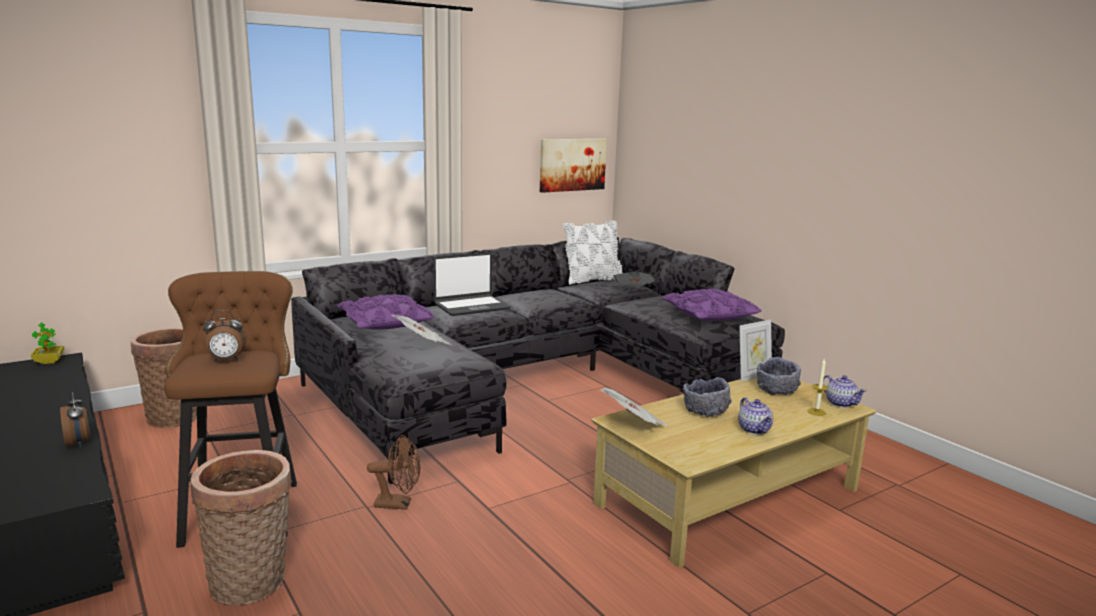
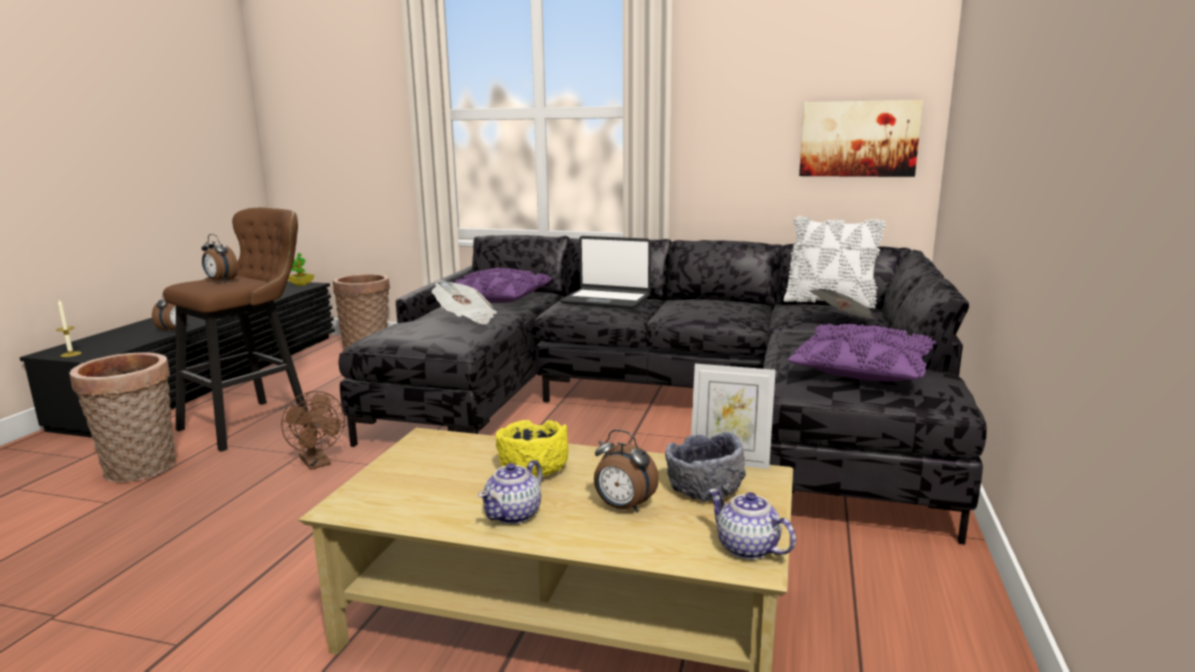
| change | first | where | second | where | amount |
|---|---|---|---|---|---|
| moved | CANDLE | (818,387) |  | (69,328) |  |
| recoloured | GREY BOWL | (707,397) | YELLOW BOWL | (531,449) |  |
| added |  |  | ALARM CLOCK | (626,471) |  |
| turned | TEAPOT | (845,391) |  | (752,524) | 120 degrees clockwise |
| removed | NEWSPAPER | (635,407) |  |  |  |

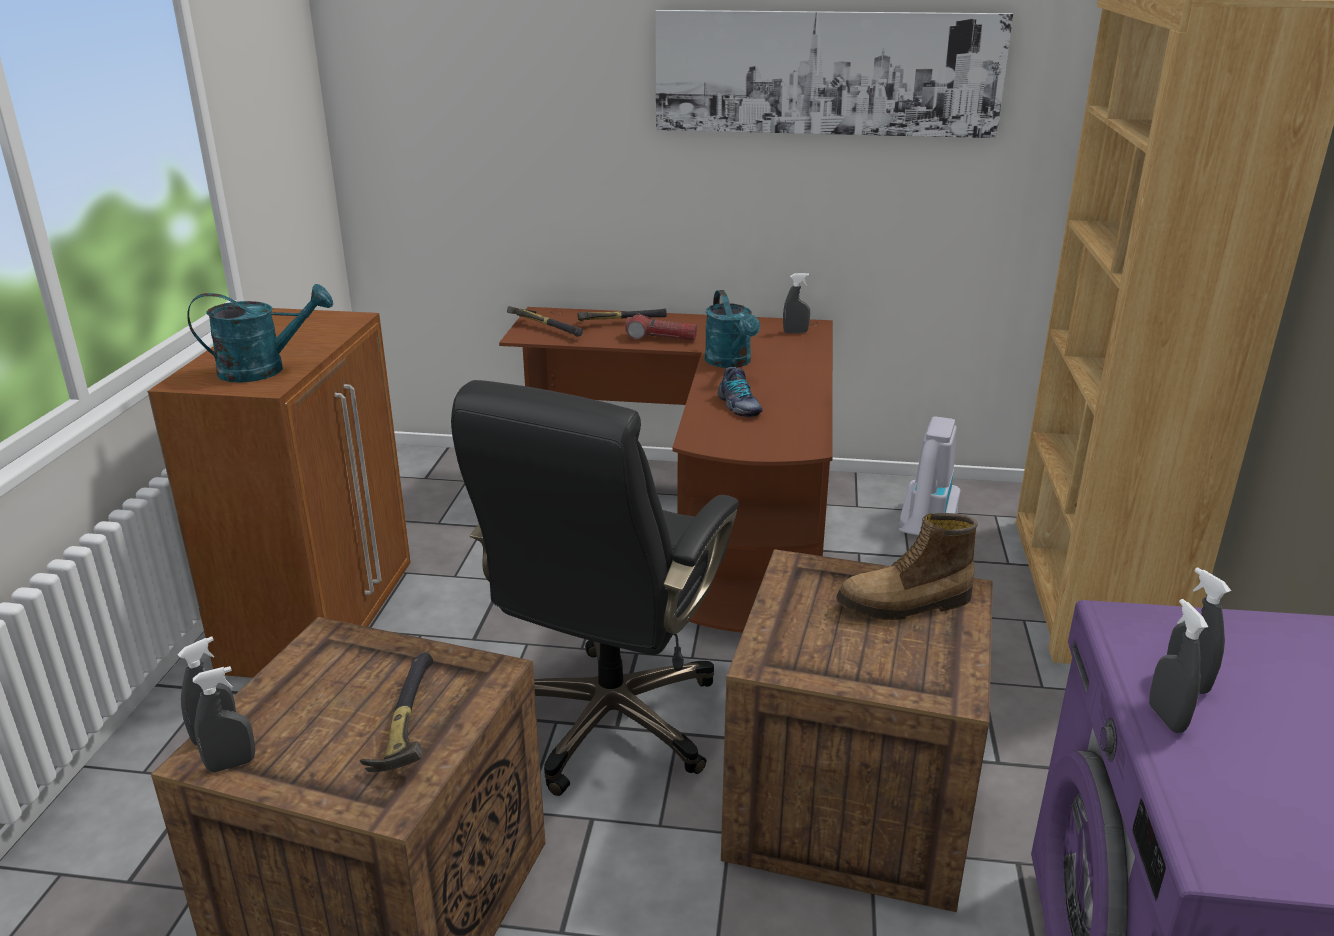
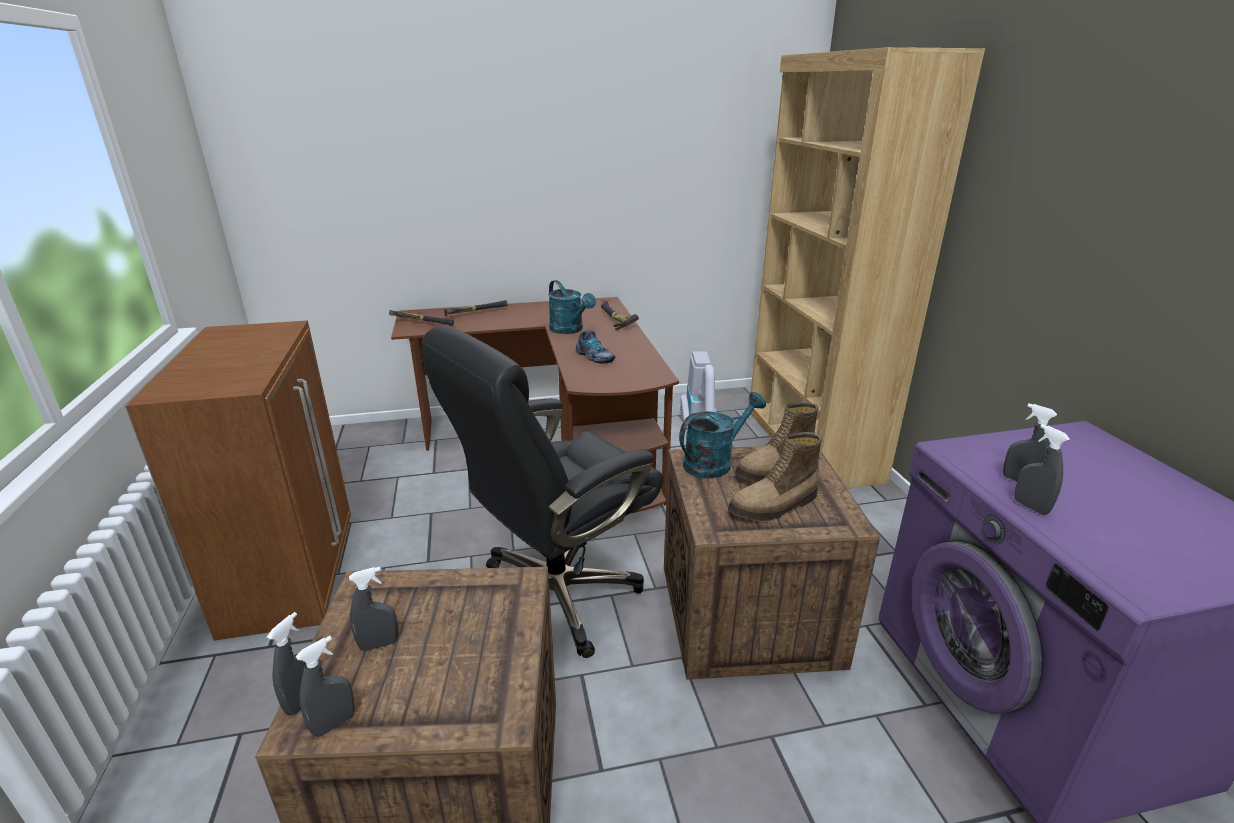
| change | first | where | second | where | amount |
|---|---|---|---|---|---|
| moved | GREY SPRAY BOTTLE | (796,303) |  | (373,609) |  |
| turned | BLACK OFFICE CHAIR | (595,588) |  | (542,491) | 45 degrees clockwise |
| moved | HAMMER | (396,712) |  | (620,315) |  |
| moved | TURQUOISE WATERING CAN | (260,333) |  | (722,435) |  |
| added |  |  | BOOT | (775,476) |  |
| removed | FLASHLIGHT | (661,327) |  |  |  |
| removed | PICTURE | (834,74) |  |  |  |

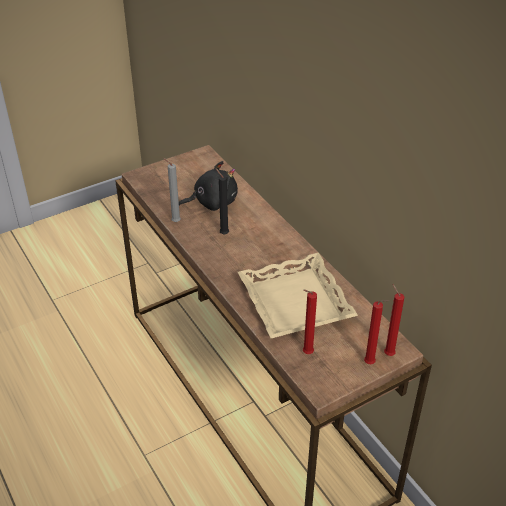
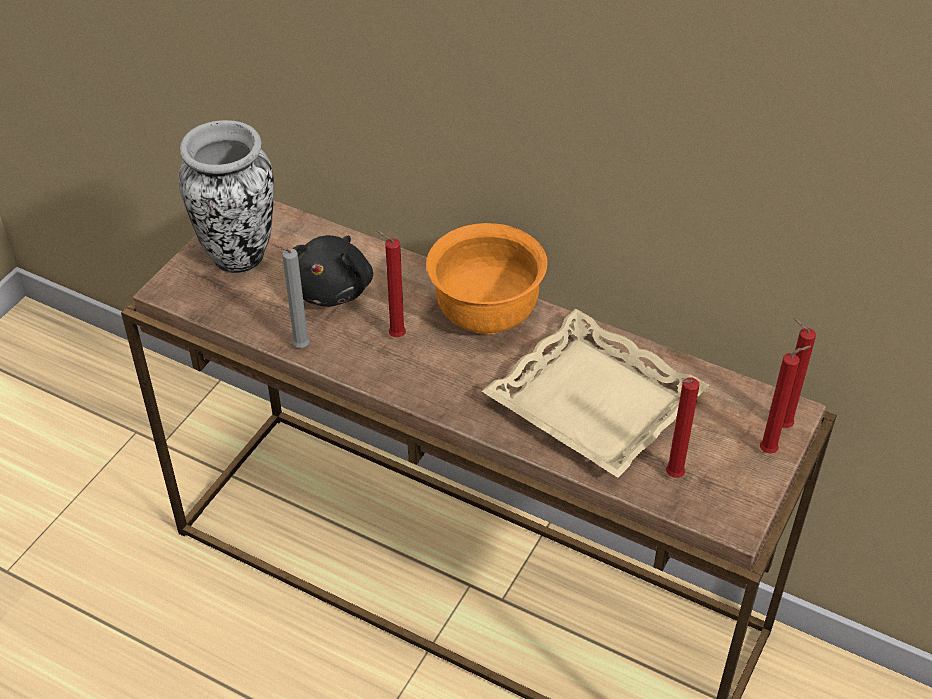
| change | first | where | second | where | amount |
|---|---|---|---|---|---|
| added |  |  | VASE | (226,196) |  |
| turned | BLACK PLUSH TOY | (208,186) |  | (333,270) | 150 degrees clockwise |
| recoloured | BLACK CANDLE | (222,201) | RED CANDLE | (391,284) |  |
| added |  |  | ORANGE BOWL | (486,278) |  |

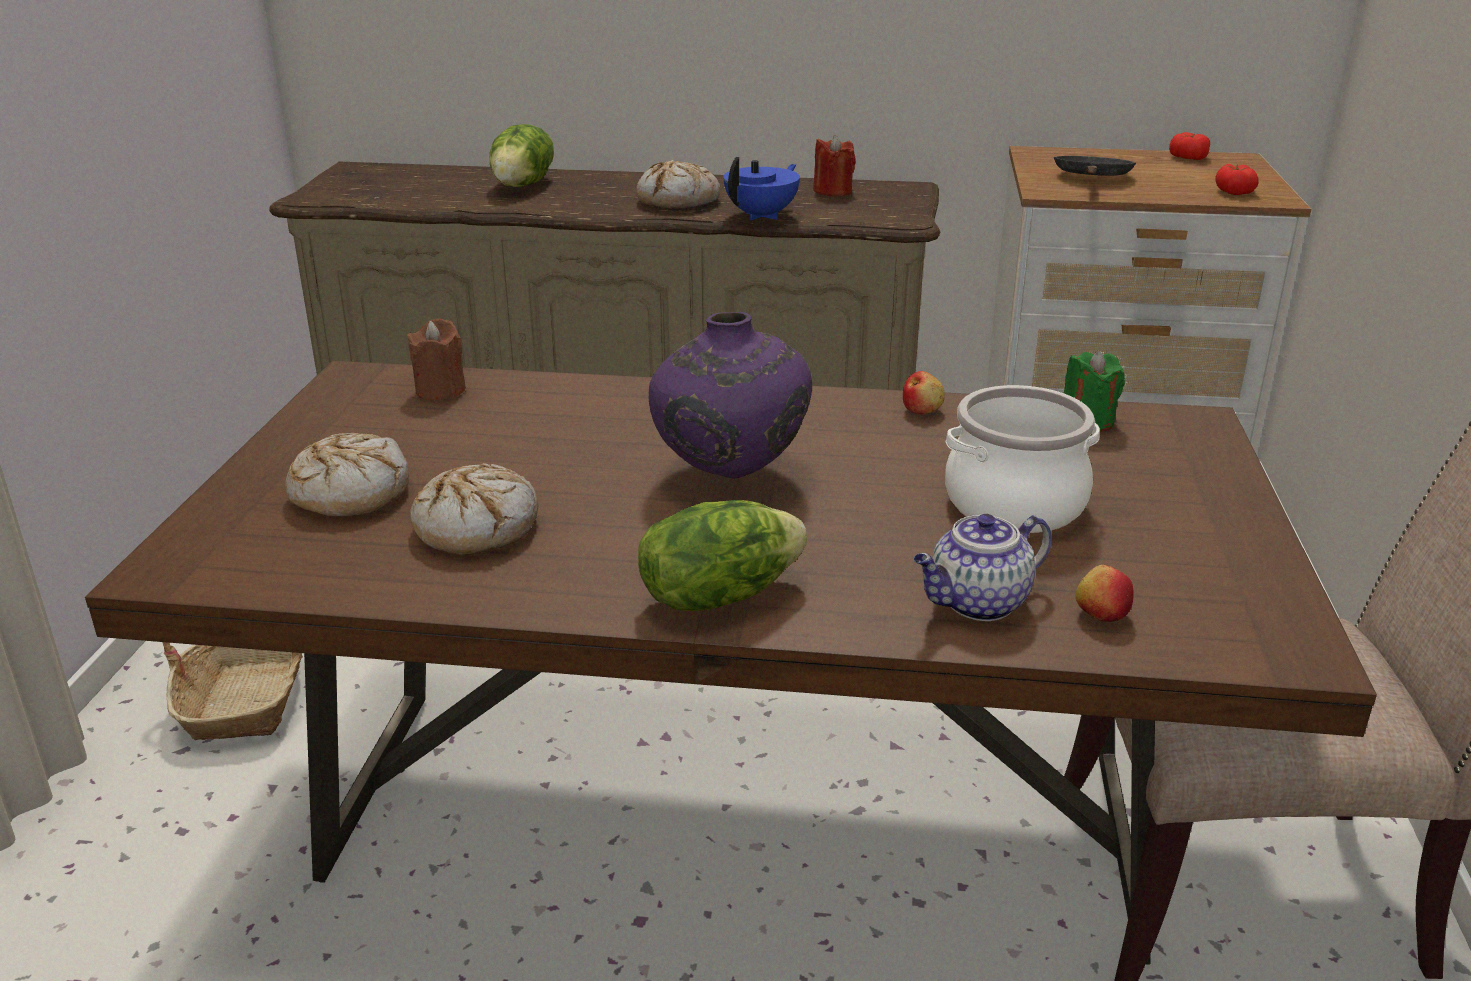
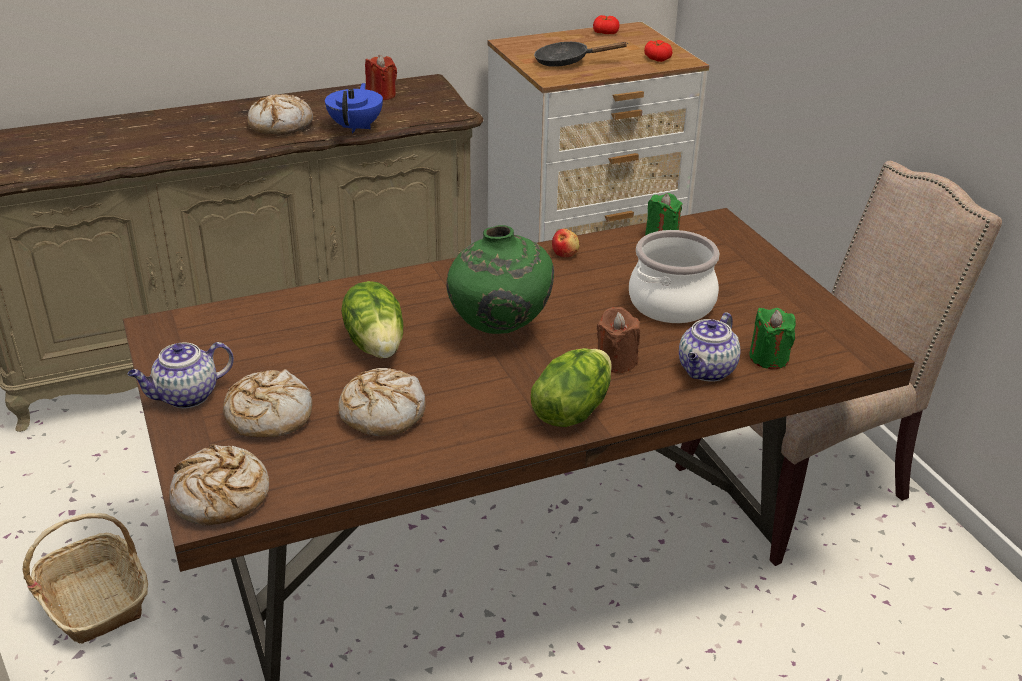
| change | first | where | second | where | amount |
|---|---|---|---|---|---|
| added |  |  | TEAPOT | (181,375) |  |
| added |  |  | BREAD | (219,485) |  |
| moved | LETTUCE | (521,155) |  | (372,319) |  |
| recoloured | PURPLE VASE | (730,395) | GREEN VASE | (500,279) |  |
| turned | BLACK FRYING PAN | (1095,166) |  | (580,54) | 75 degrees counterclockwise |
| moved | BROWN CANDLE | (436,359) |  | (618,340) |  |
| replaced | APPLE | (1105,593) | GREEN CANDLE | (772,338) |  |

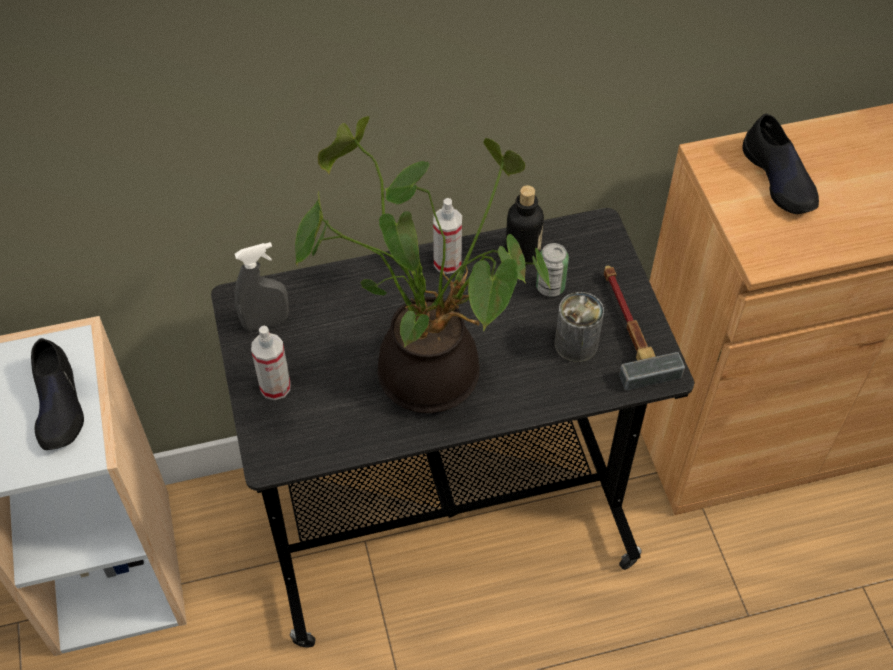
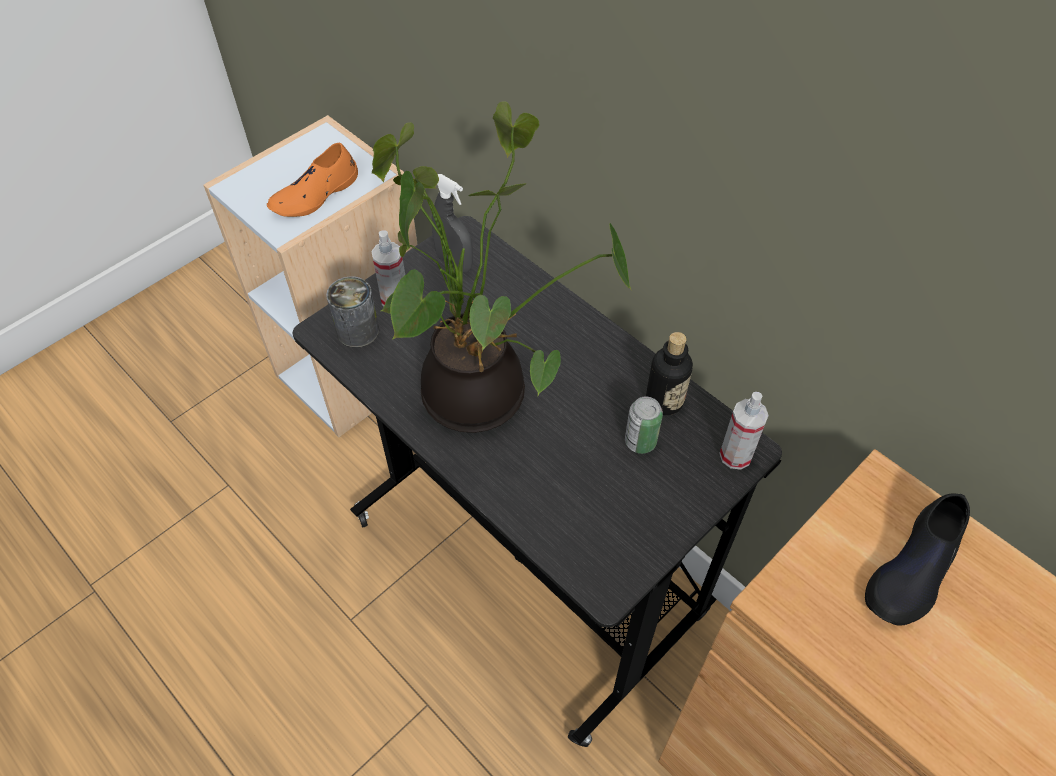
| change | first | where | second | where | amount |
|---|---|---|---|---|---|
| recoloured | BLACK SHOE | (57,394) | ORANGE SHOE | (312,179) |  |
| moved | CAN | (579,327) |  | (352,312) |  |
| moved | SPRAY BOTTLE | (447,236) |  | (744,431) |  |
| removed | HAMMER | (644,328) |  |  |  |

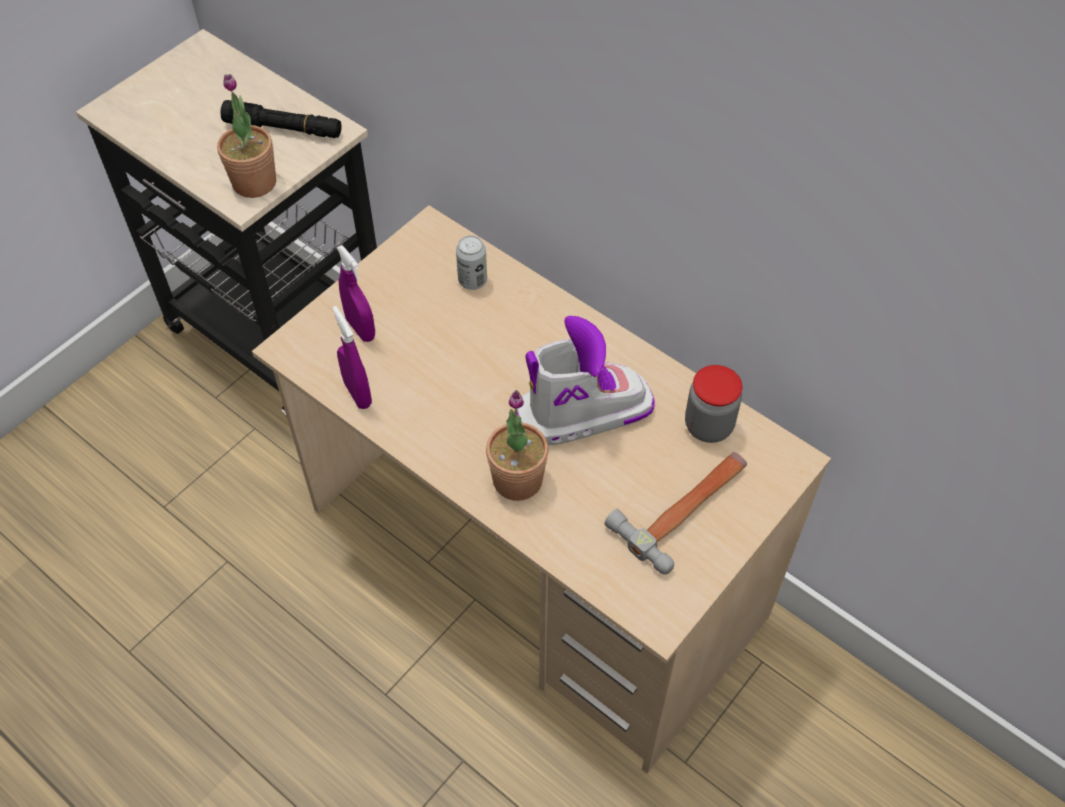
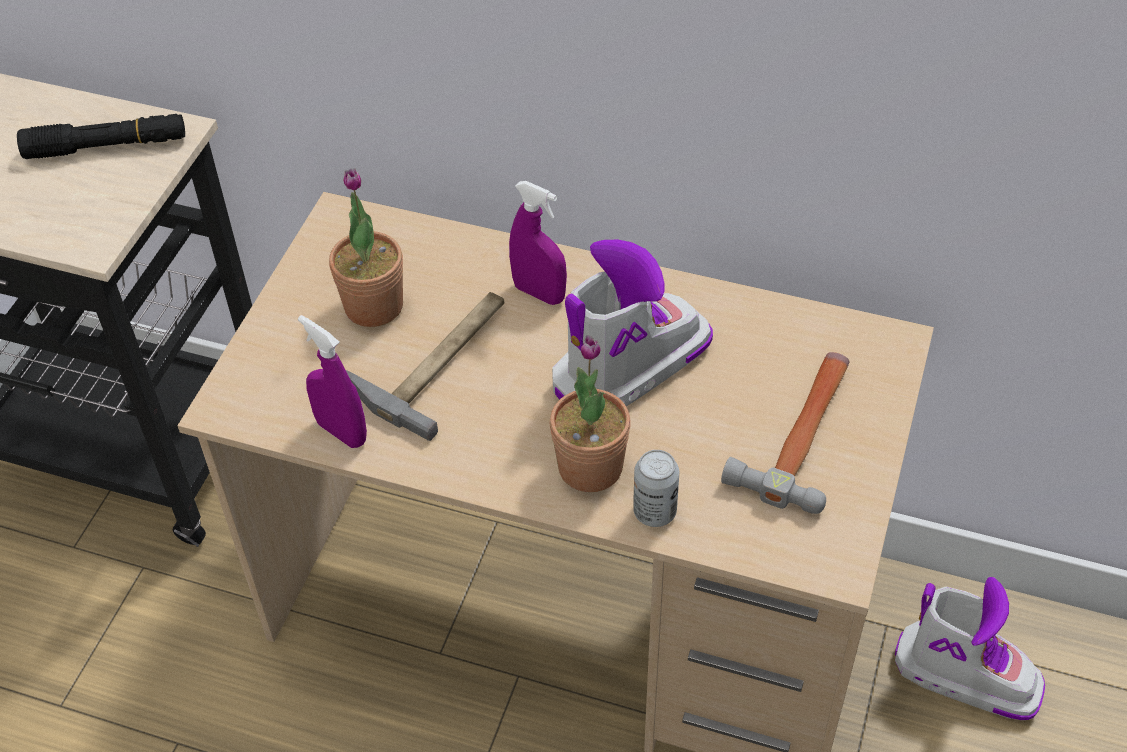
| change | first | where | second | where | amount |
|---|---|---|---|---|---|
| moved | POTTED PLANT | (246,136) |  | (366,247) |  |
| added |  |  | HAMMER | (425,366) |  |
| moved | PURPLE SPRAY BOTTLE | (356,293) |  | (538,243) |  |
| moved | CAN | (471,262) |  | (656,488) |  |
| added |  |  | BOOT | (970,648) |  |
| removed | JAR | (713,404) |  |  |  |

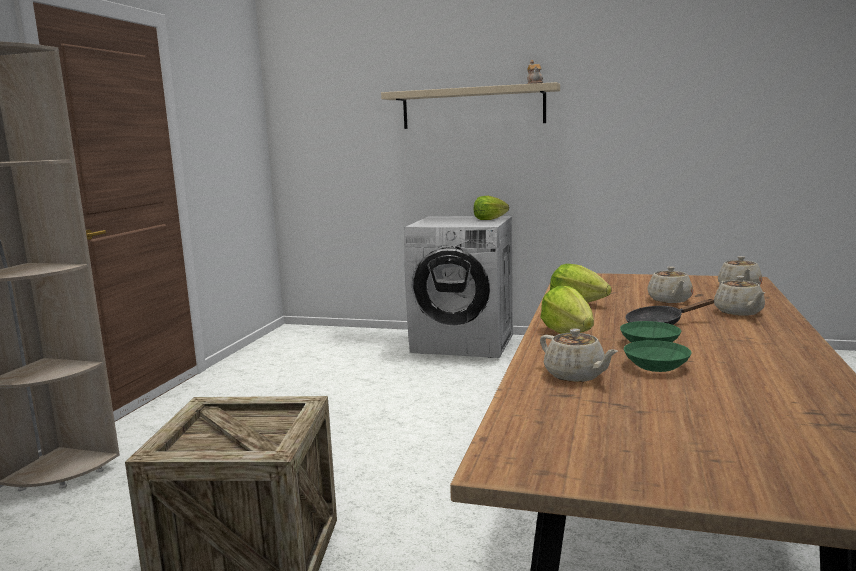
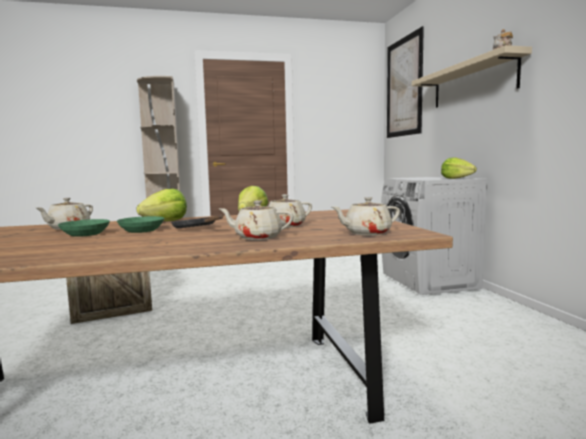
| change | first | where | second | where | amount |
|---|---|---|---|---|---|
| turned | BEIGE TEAPOT | (739,296) |  | (256,220) | 45 degrees clockwise |
| added |  |  | PICTURE | (405,82) |  |

